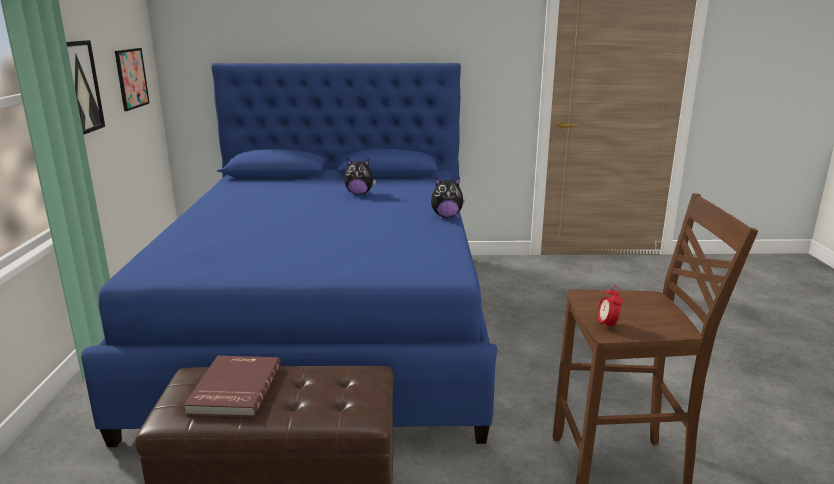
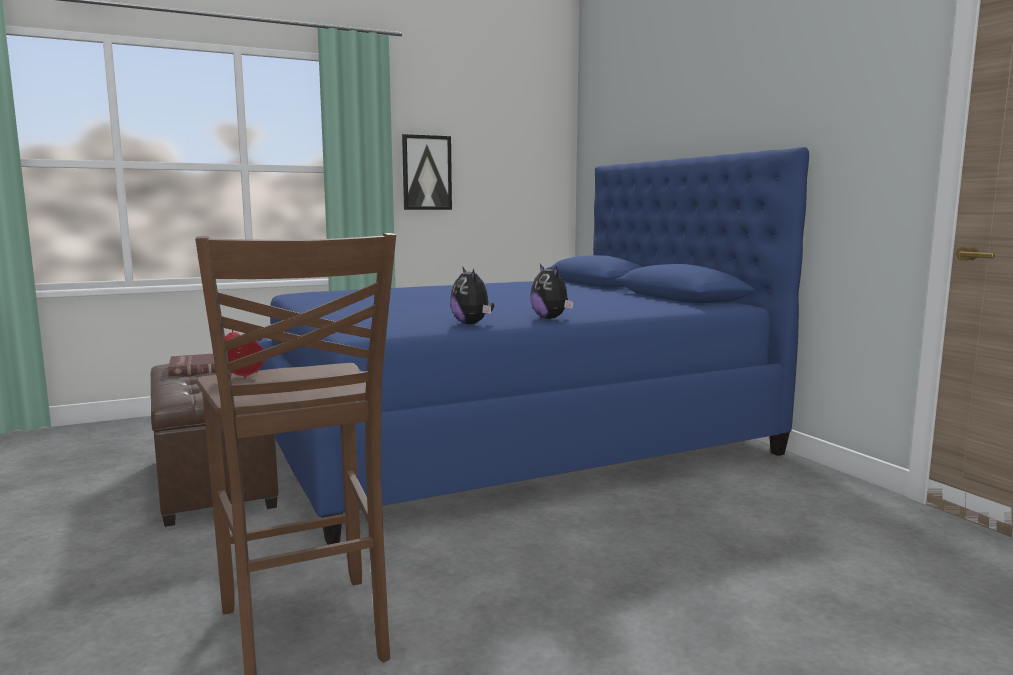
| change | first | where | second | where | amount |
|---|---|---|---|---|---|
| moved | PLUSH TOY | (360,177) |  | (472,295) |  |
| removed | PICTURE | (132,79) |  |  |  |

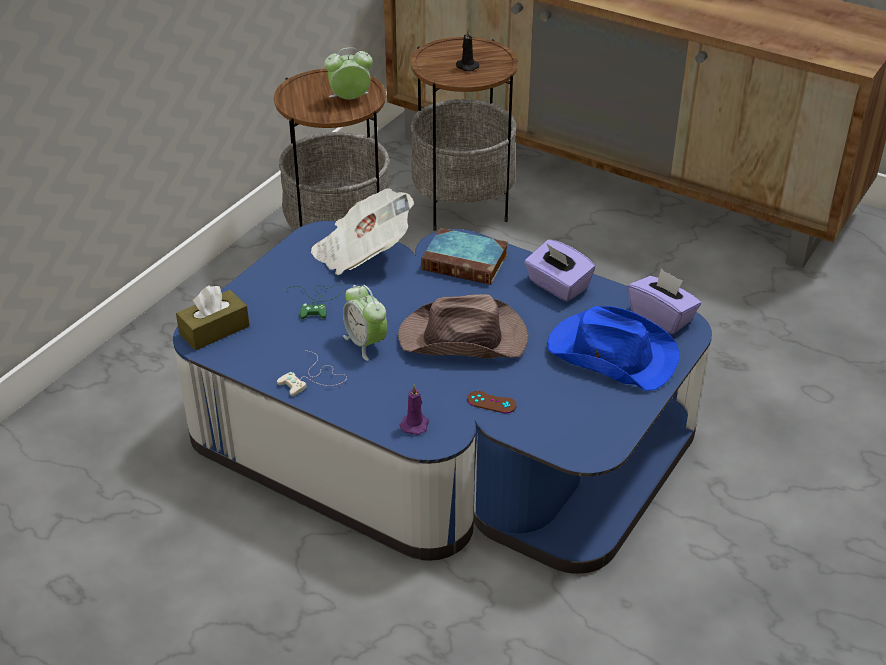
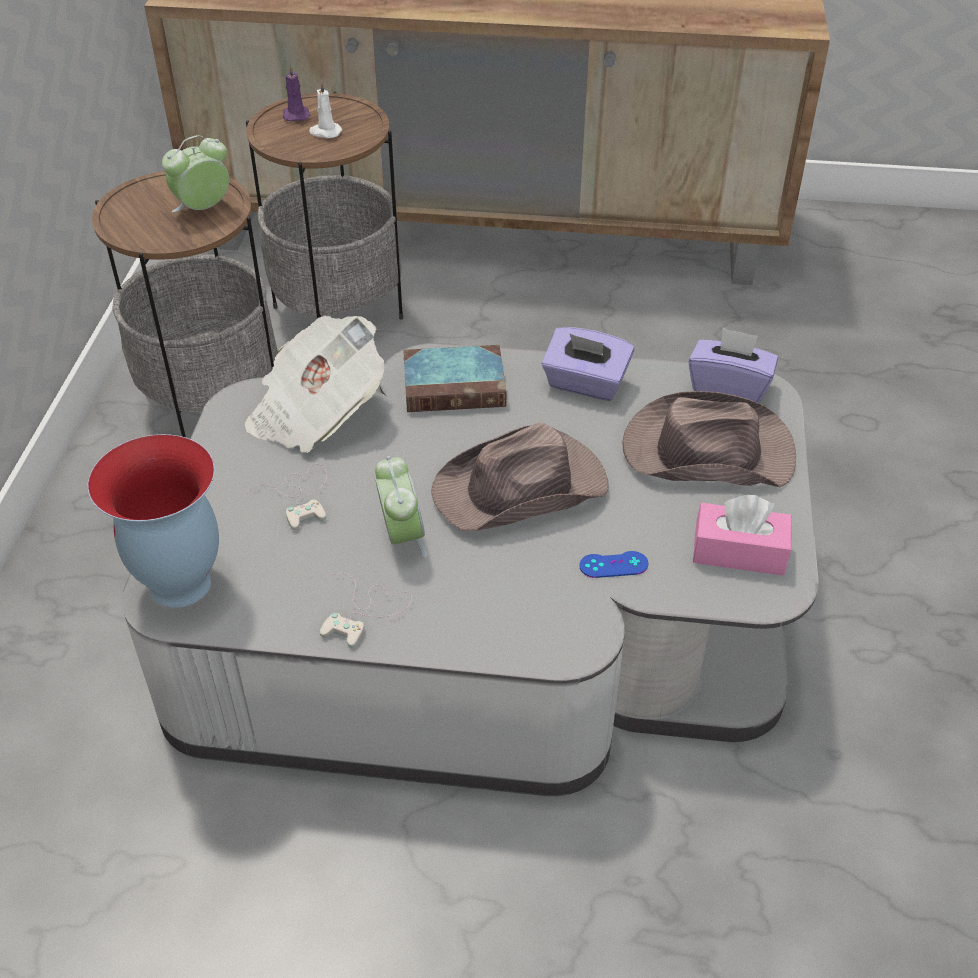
| change | first | where | second | where | amount |
|---|---|---|---|---|---|
| replaced | BROWN TISSUE BOX | (213,318) | VASE | (153,521) |  |
| recoloured | BLUE COFFEE TABLE | (442,397) | GREY COFFEE TABLE | (470,569) |  |
| recoloured | GREEN GAME CONTROLLER | (315,301) | WHITE GAME CONTROLLER | (286,497) |  |
| moved | PURPLE CANDLE | (414,409) |  | (297,93) |  |
| recoloured | BLACK CANDLE | (467,50) | WHITE CANDLE | (325,109) |  |
| turned | ALARM CLOCK | (365,323) |  | (401,507) | 135 degrees counterclockwise |
| recoloured | BROWN GAME CONTROLLER | (492,402) | BLUE GAME CONTROLLER | (613,564) |  |
| recoloured | BLUE HAT | (613,348) | BROWN HAT | (709,439) |  |
| added |  |  | PINK TISSUE BOX | (742,535) |  |

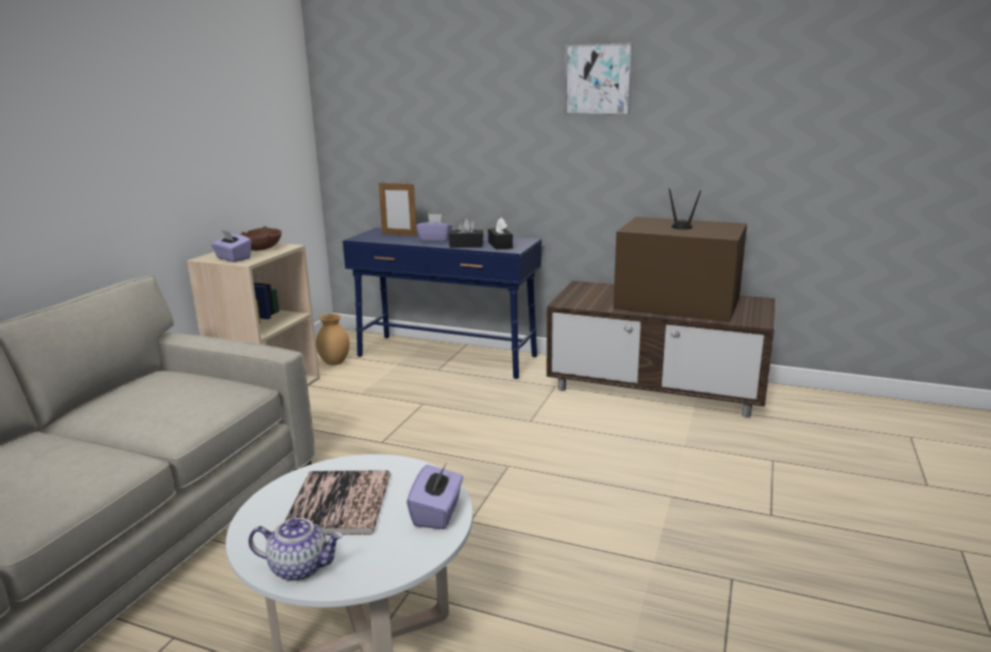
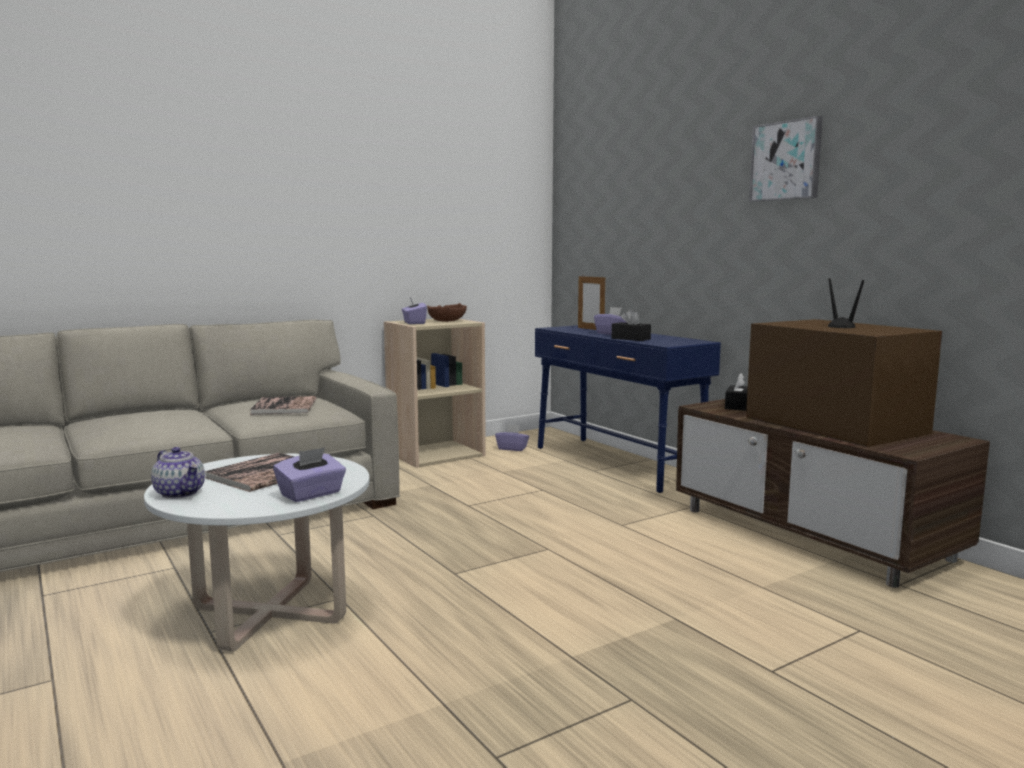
| change | first | where | second | where | amount |
|---|---|---|---|---|---|
| added |  |  | BOOK | (283,405) |  |
| replaced | BROWN VASE | (333,339) | PURPLE TISSUE BOX | (512,437) |  |
| moved | BLACK TISSUE BOX | (500,234) |  | (736,392) |  |

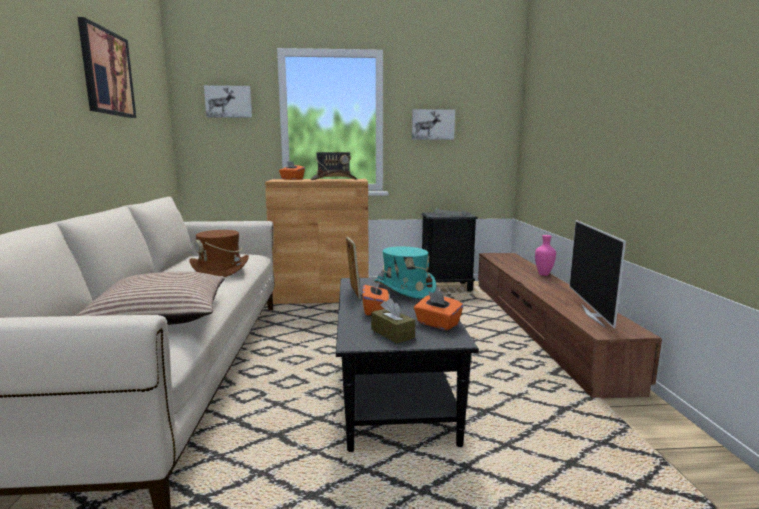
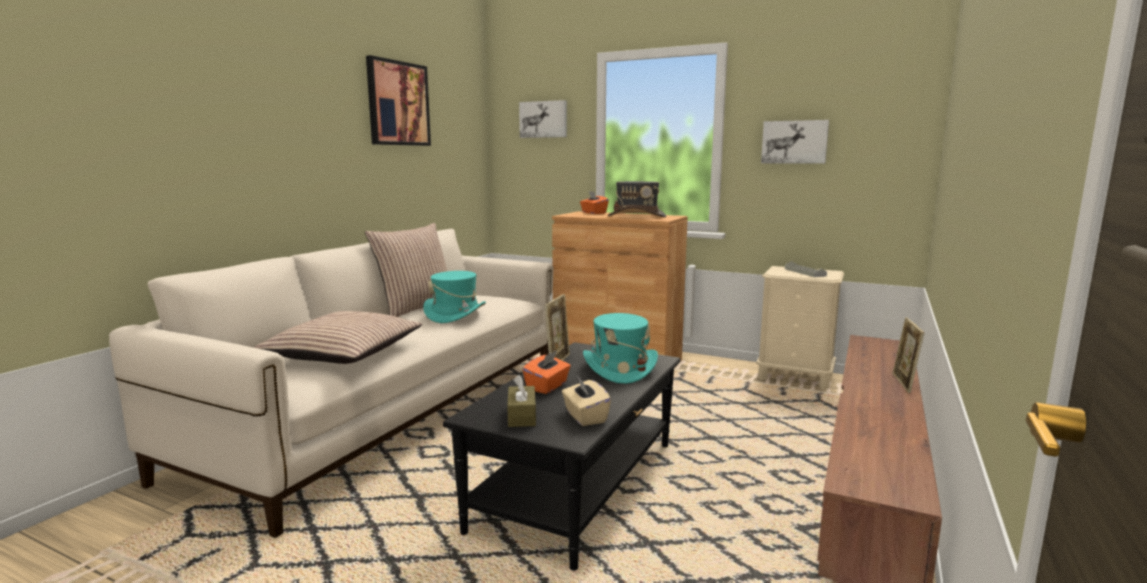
| change | first | where | second | where | amount |
|---|---|---|---|---|---|
| added |  |  | PILLOW | (406,270) |  |
| recoloured | BROWN HAT | (219,253) | TURQUOISE HAT | (454,297) |  |
| recoloured | ORANGE TISSUE BOX | (438,310) | BEIGE TISSUE BOX | (586,401) |  |
| recoloured | BLACK NIGHTSTAND | (449,252) | BEIGE NIGHTSTAND | (800,328) |  |
| replaced | PINK VASE | (545,255) | PICTURE FRAME | (908,355) |  |
| removed | TELEVISION | (597,274) |  |  |  |

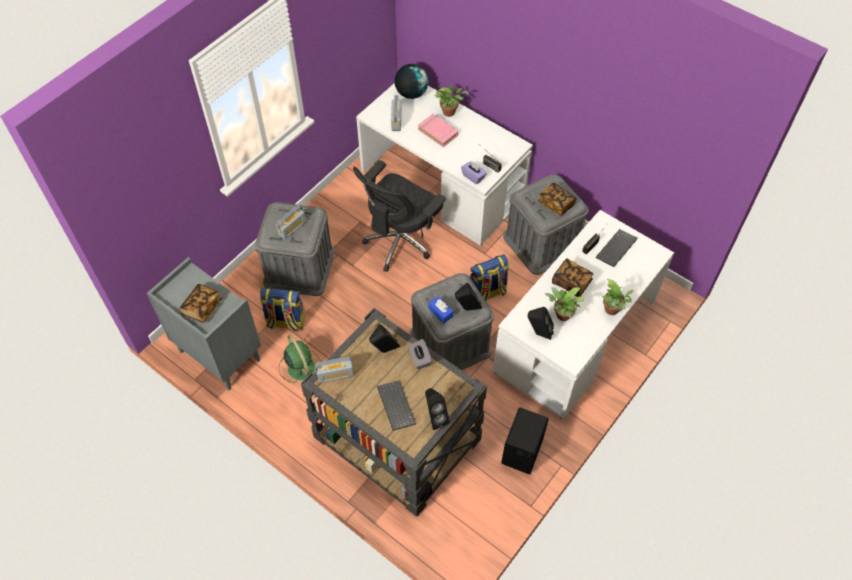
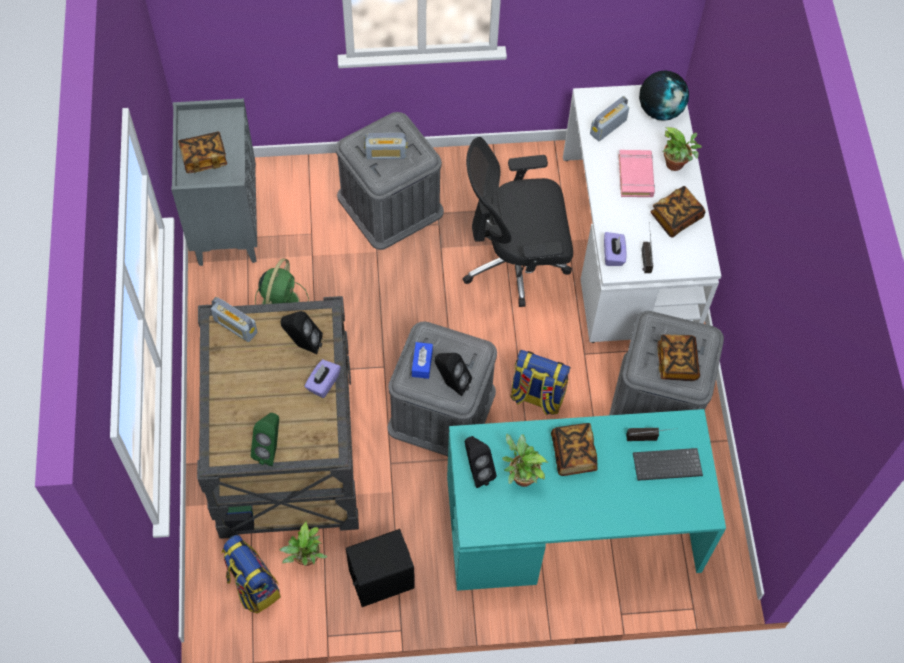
| change | first | where | second | where | amount |
|---|---|---|---|---|---|
| moved | BACKPACK | (282,310) |  | (251,574) |  |
| recoloured | BLACK SPEAKER | (437,409) | GREEN SPEAKER | (265,439) |  |
| moved | POTTED PLANT | (618,297) |  | (303,543) |  |
| recoloured | GREY TISSUE BOX | (420,354) | PURPLE TISSUE BOX | (322,378) |  |
| recoloured | WHITE DESK | (583,314) | TURQUOISE DESK | (586,500) |  |
| added |  |  | BOOK | (677,211) |  |
| removed | KEYBOARD | (396,405) |  |  |  |

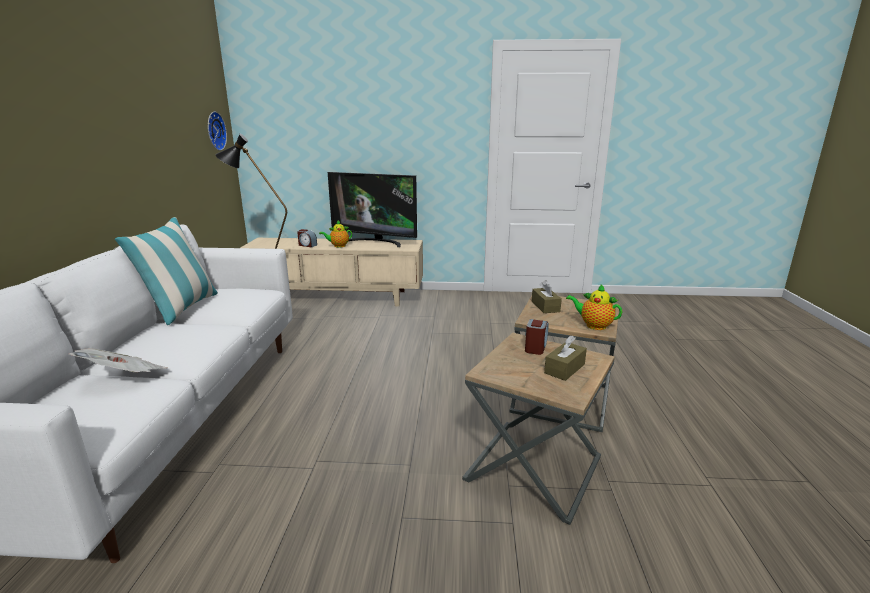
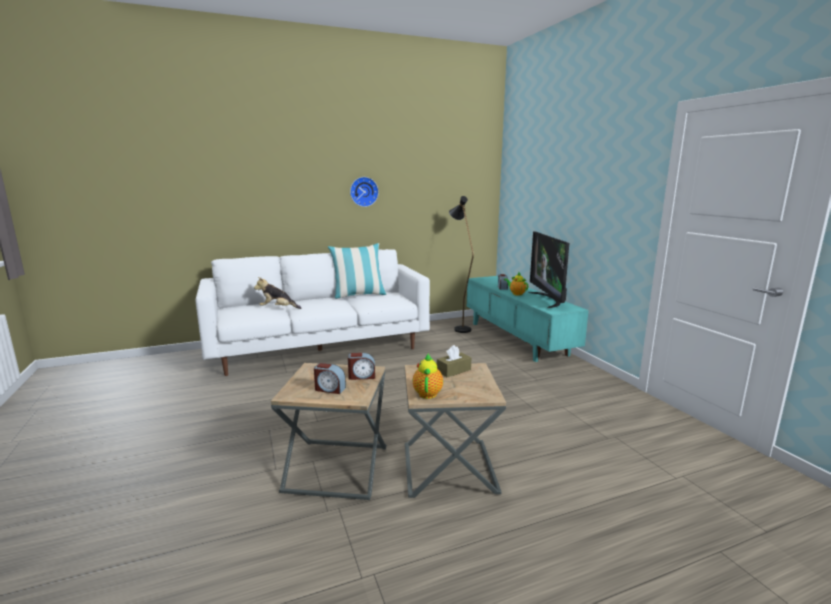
| change | first | where | second | where | amount |
|---|---|---|---|---|---|
| replaced | NEWSPAPER | (118,360) | PLUSH TOY | (277,293) |  |
| replaced | BROWN TISSUE BOX | (565,358) | ALARM CLOCK | (330,378) |  |
| moved | WALL CLOCK | (217,131) |  | (364,192) |  |
| recoloured | BEIGE TV STAND | (331,272) | TURQUOISE TV STAND | (527,319) |  |

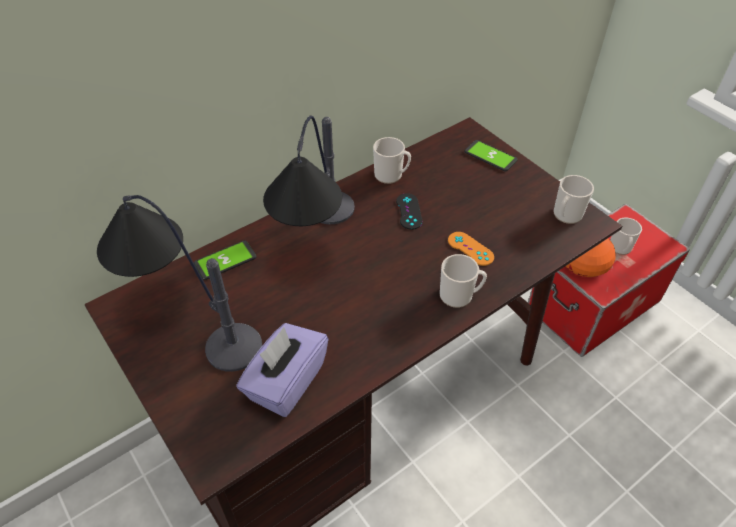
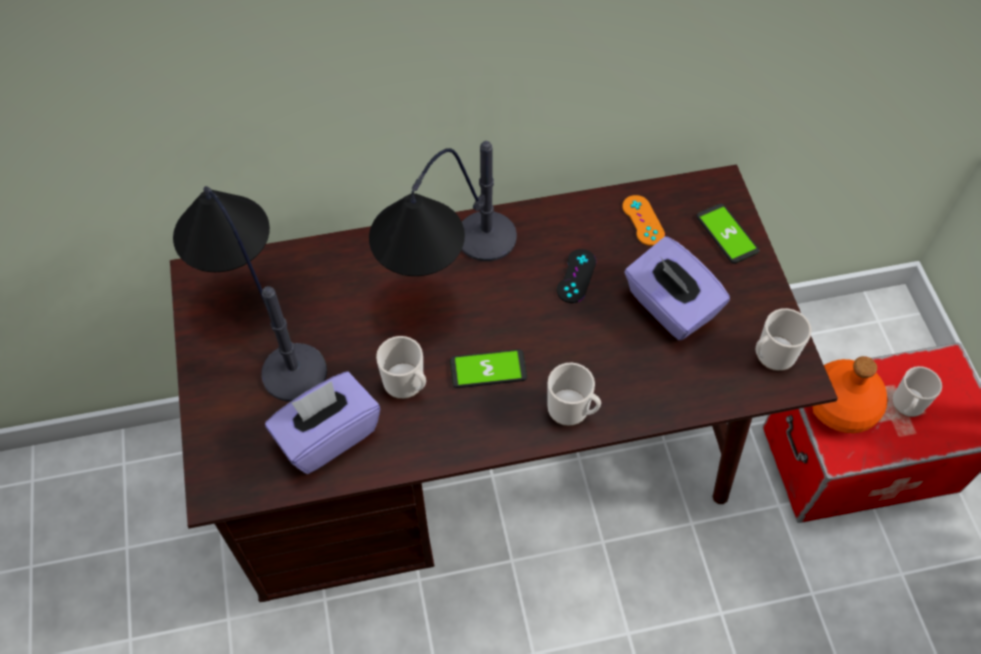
| change | first | where | second | where | amount |
|---|---|---|---|---|---|
| moved | MUG | (392,160) |  | (401,367) |  |
| moved | PHONE | (225,260) |  | (488,368) |  |
| moved | ORANGE GAME CONTROLLER | (471,249) |  | (643,220) |  |
| added |  |  | PURPLE TISSUE BOX | (677,288) |  |

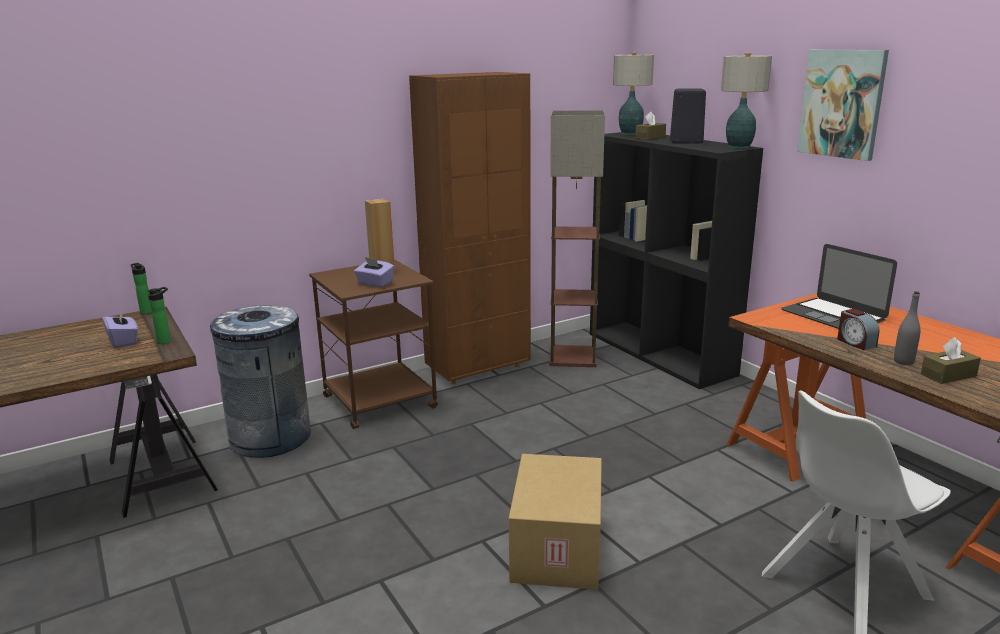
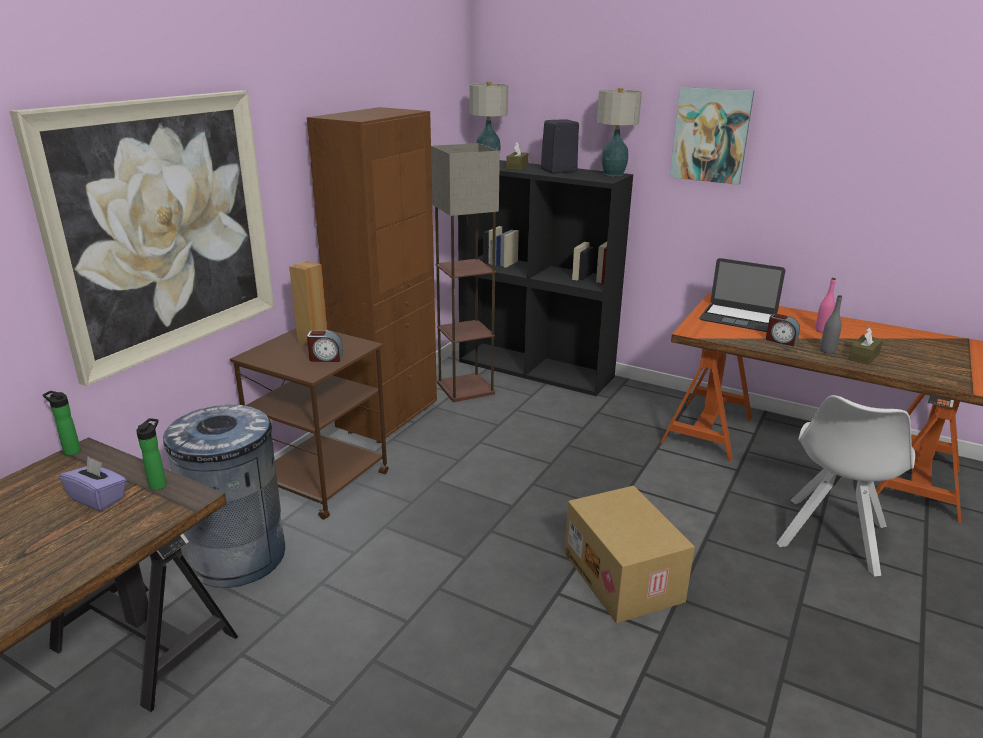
| change | first | where | second | where | amount |
|---|---|---|---|---|---|
| added |  |  | PICTURE | (142,238) |  |
| replaced | PURPLE TISSUE BOX | (374,272) | ALARM CLOCK | (325,346) |  |
| added |  |  | PINK BOTTLE | (825,305) |  |

